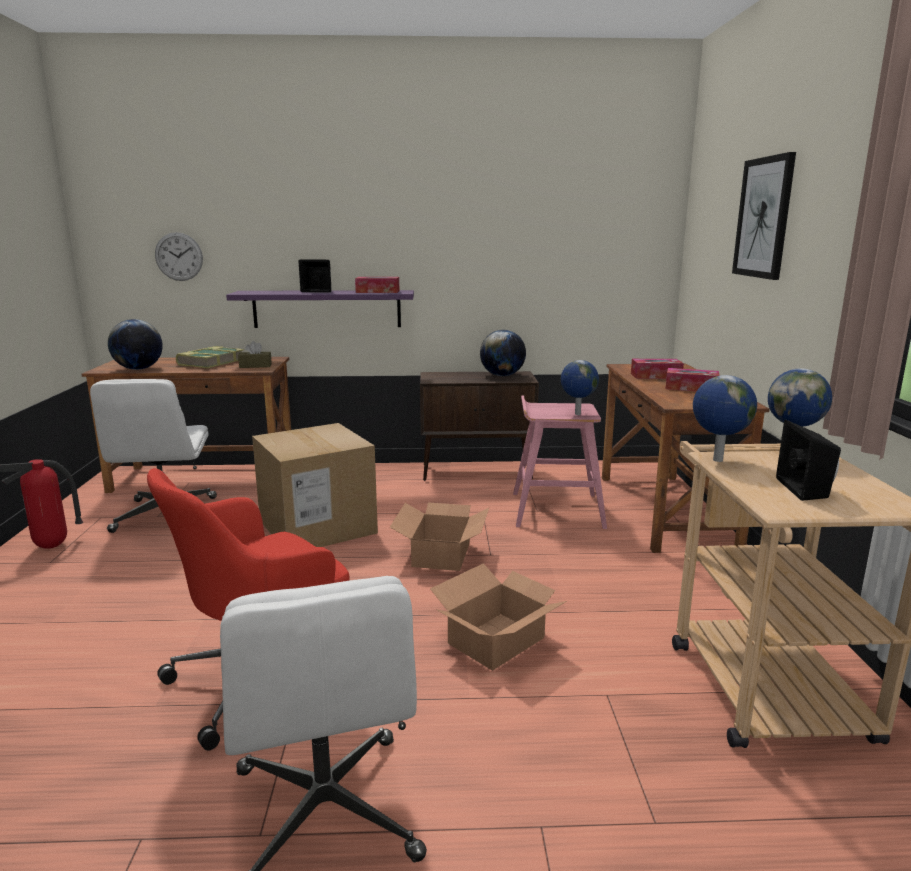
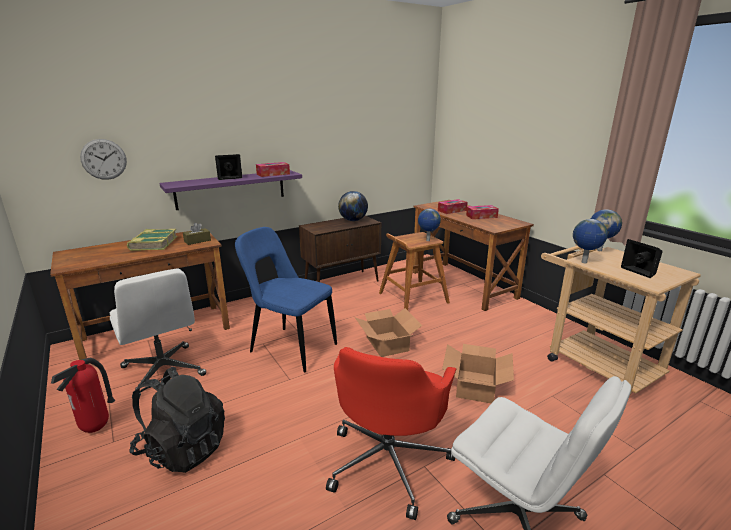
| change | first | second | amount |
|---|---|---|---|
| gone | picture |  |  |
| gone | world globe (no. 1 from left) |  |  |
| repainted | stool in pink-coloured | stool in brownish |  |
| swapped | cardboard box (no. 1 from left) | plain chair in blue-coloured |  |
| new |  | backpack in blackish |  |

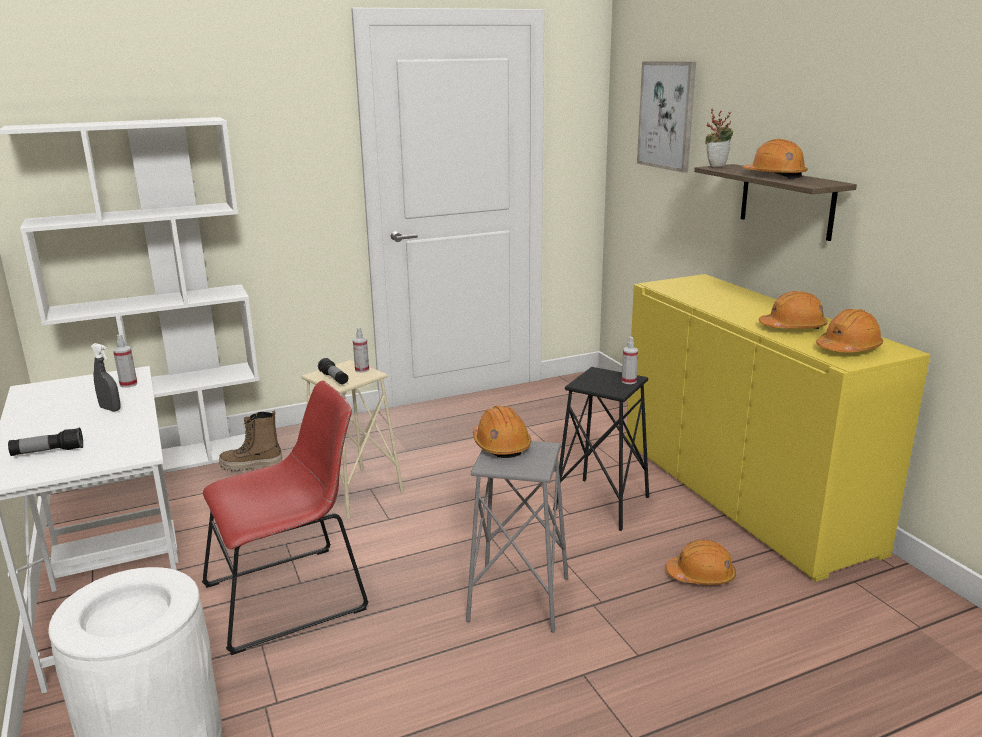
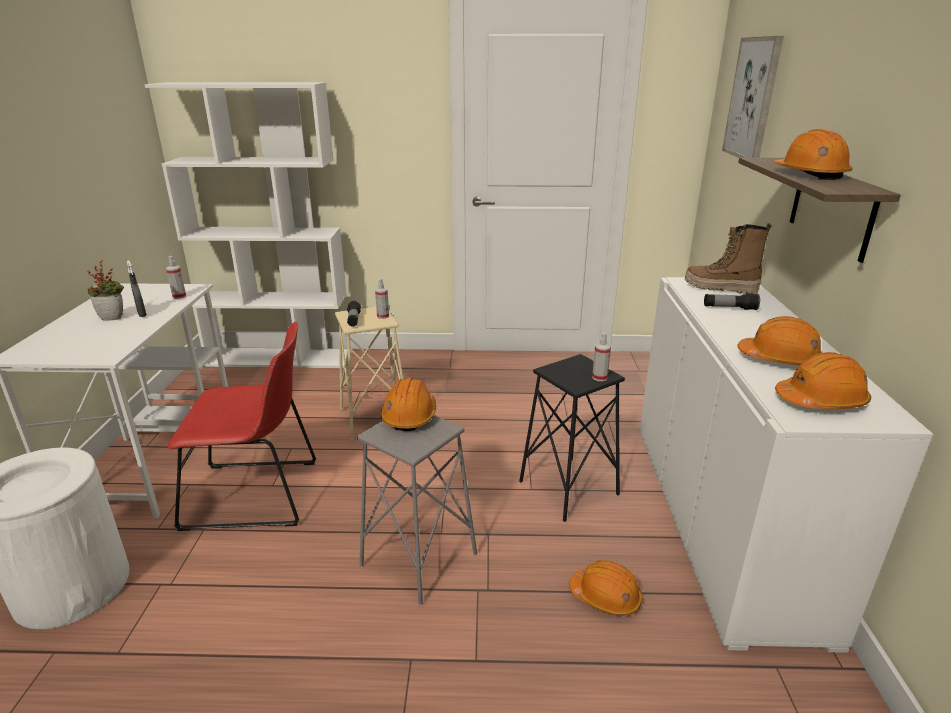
| change | first | second | amount |
|---|---|---|---|
| shifted | potted plant |  |  |
| repainted | cabinet in yellowish | cabinet in whitish |  |
| shifted | tall boot |  |  |
| shifted | torch (no. 1 from left in the first image) | torch (no. 2 from left) |  |

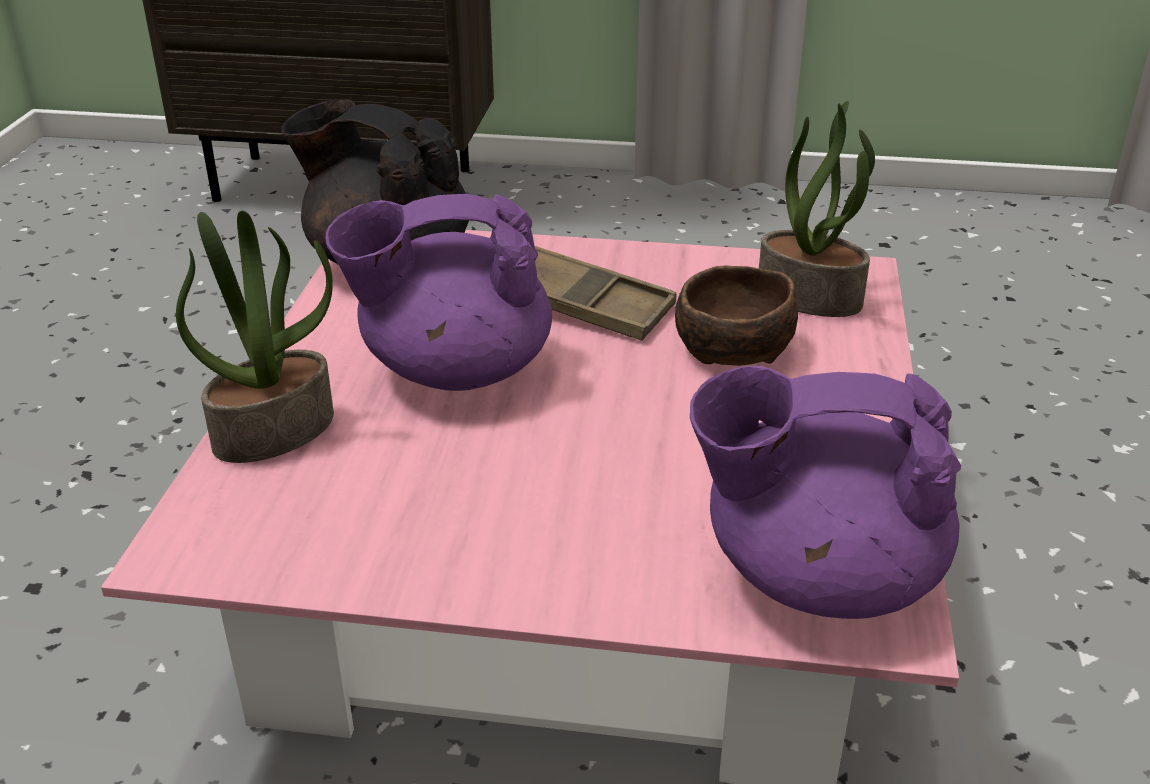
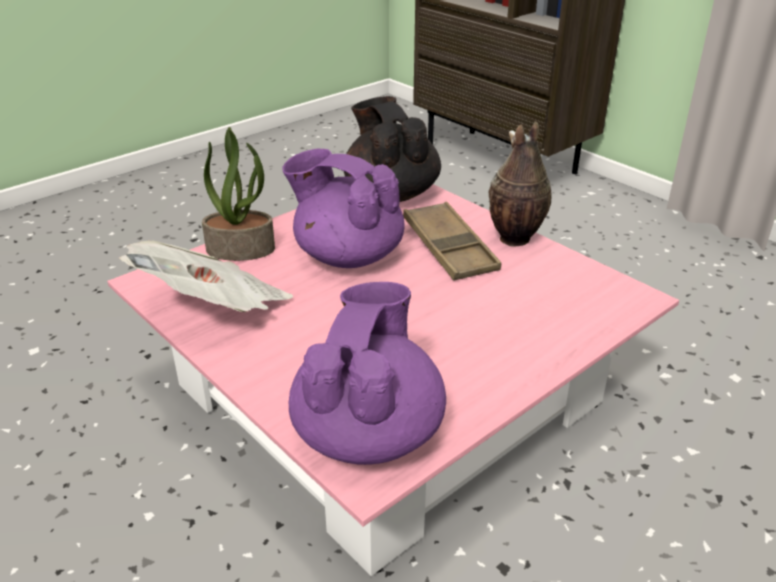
| change | first | second | amount |
|---|---|---|---|
| gone | potted plant (no. 2 from left) |  |  |
| gone | bowl in brownish |  |  |
| rotated | pot for tea in purple-coloured (no. 2 from left) |  | 60 degrees clockwise |
| new |  | vase |  |
| new |  | daily paper |  |

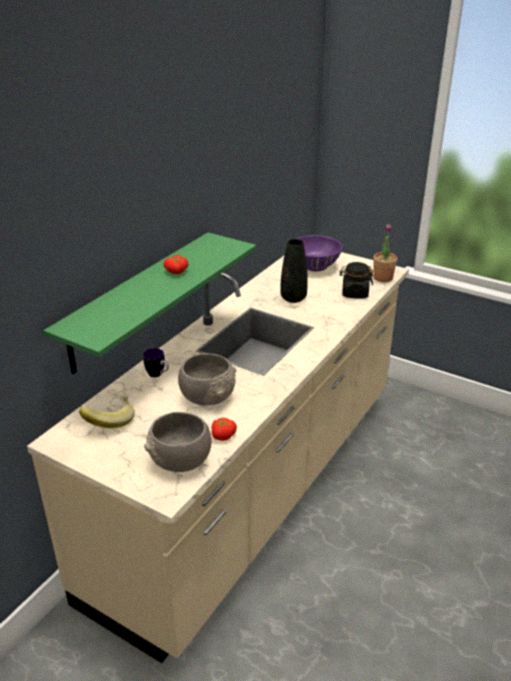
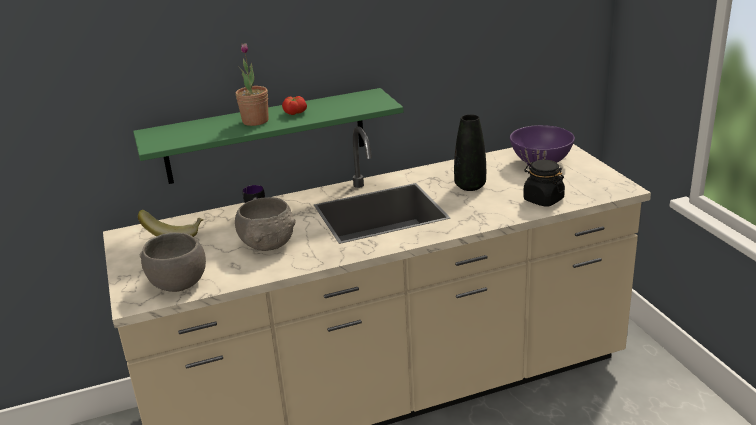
| change | first | second | amount |
|---|---|---|---|
| shifted | potted plant |  |  |
| gone | fresh tomato (no. 2 from left) |  |  |

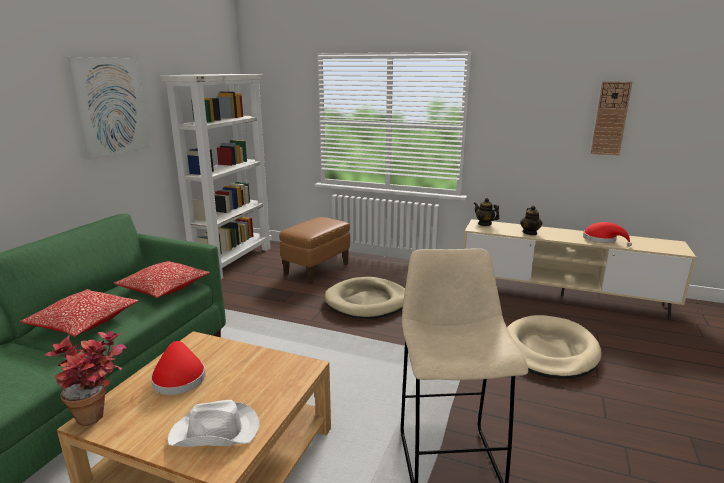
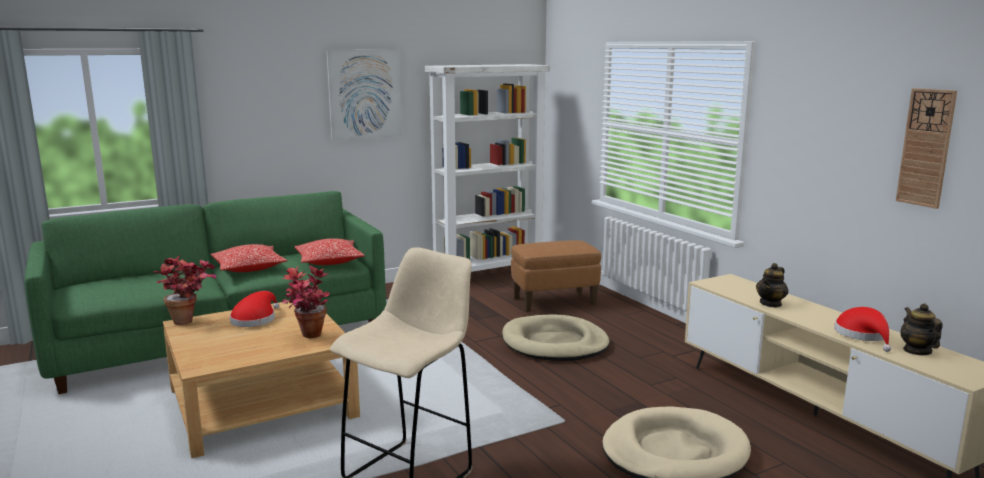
| change | first | second | amount |
|---|---|---|---|
| shifted | pot for tea (no. 1 from left in the first image) | pot for tea (no. 2 from left) |  |
| gone | hat in whitish |  |  |
| new |  | potted plant (no. 2 from left) |  |

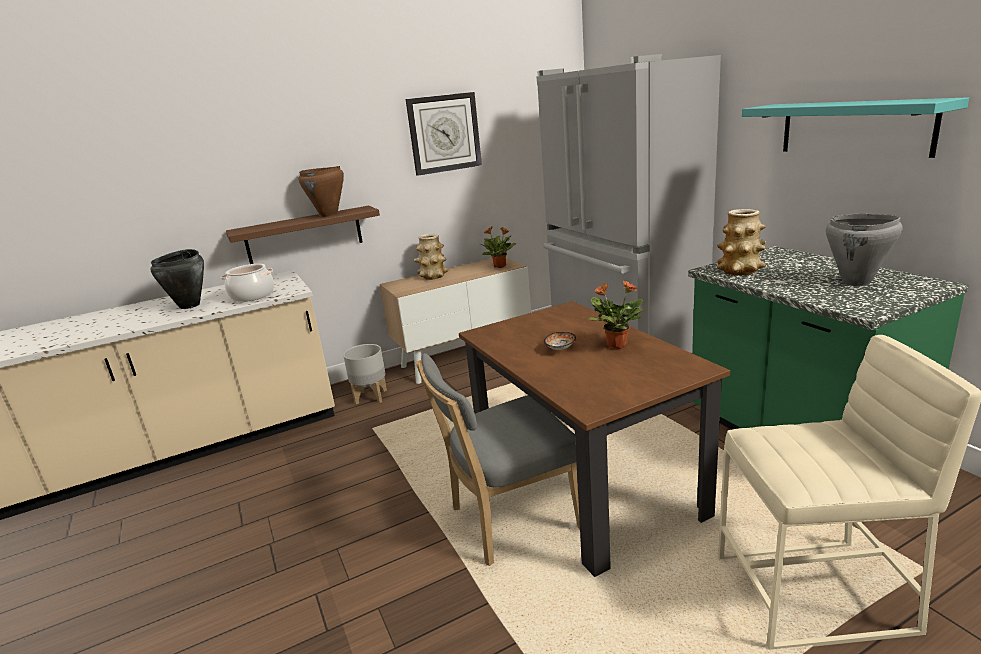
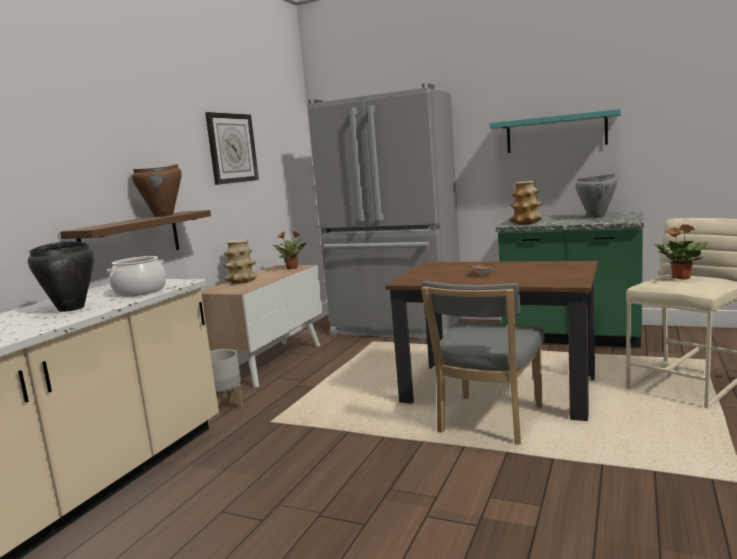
| change | first | second | amount |
|---|---|---|---|
| shifted | potted plant (no. 2 from left) |  |  |

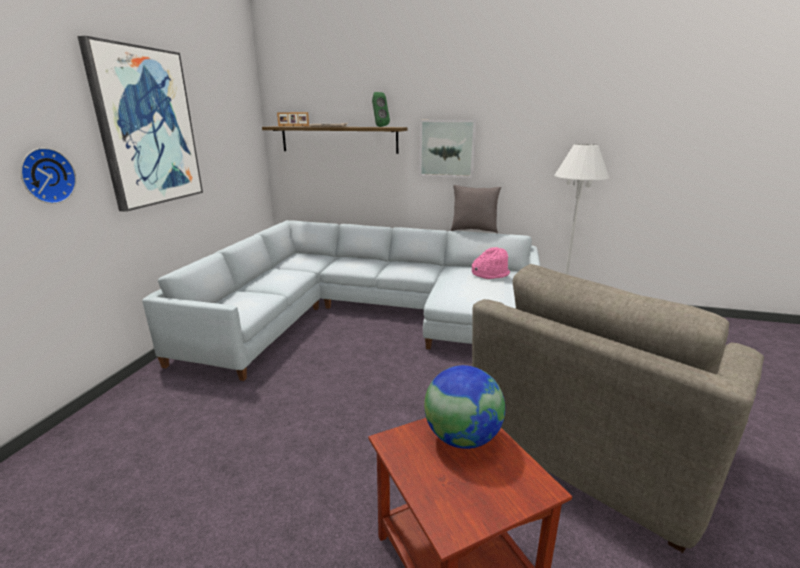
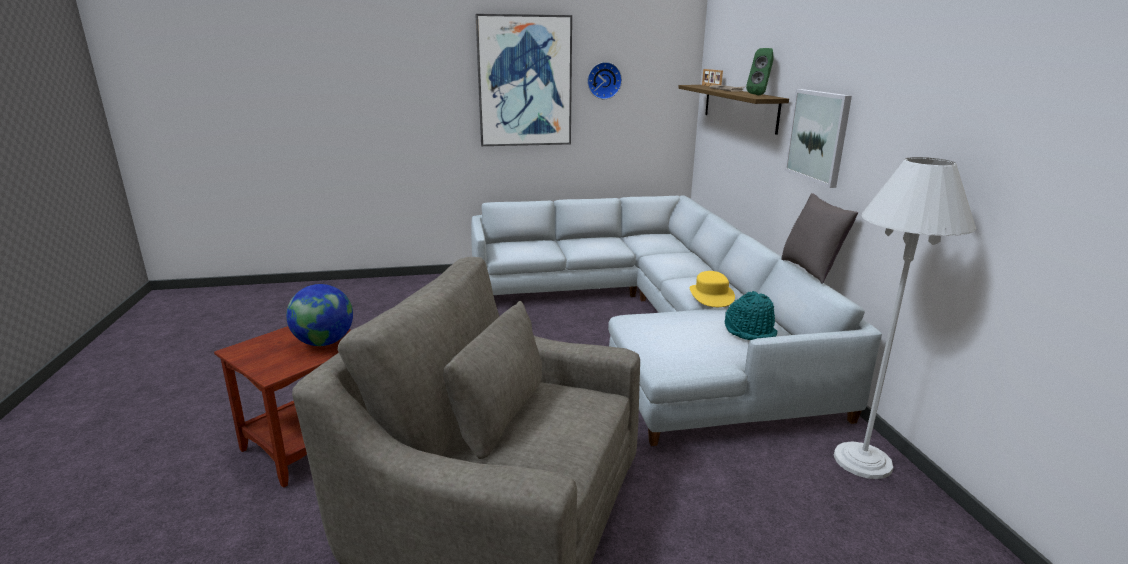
| change | first | second | amount |
|---|---|---|---|
| shifted | wall clock |  |  |
| repainted | hat in pink-coloured | hat in turquoise |  |
| new |  | hat in yellowish |  |

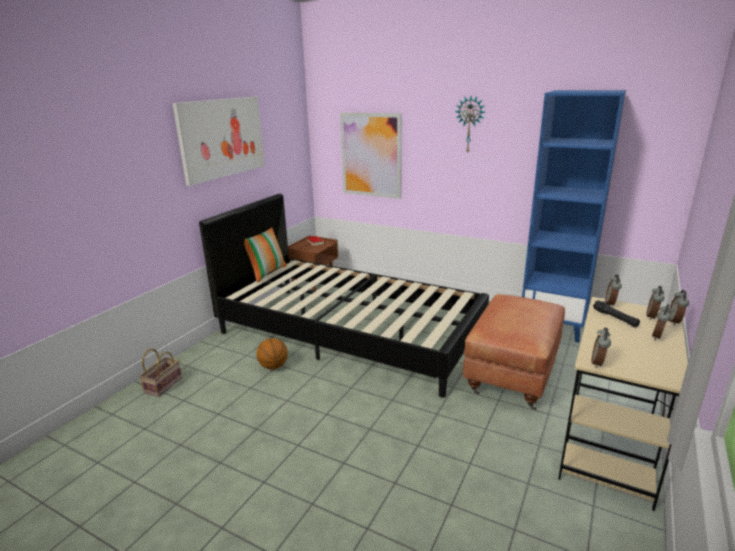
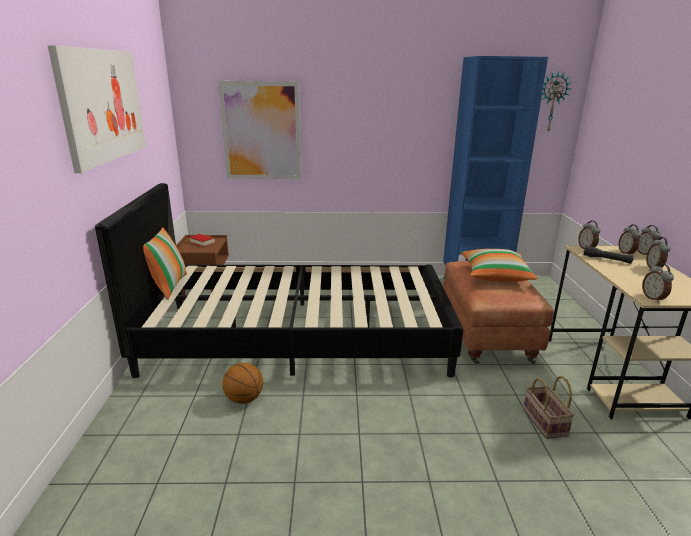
| change | first | second | amount |
|---|---|---|---|
| shifted | wall clock |  |  |
| shifted | household basket |  |  |
| new |  | pillow (no. 2 from left) |  |

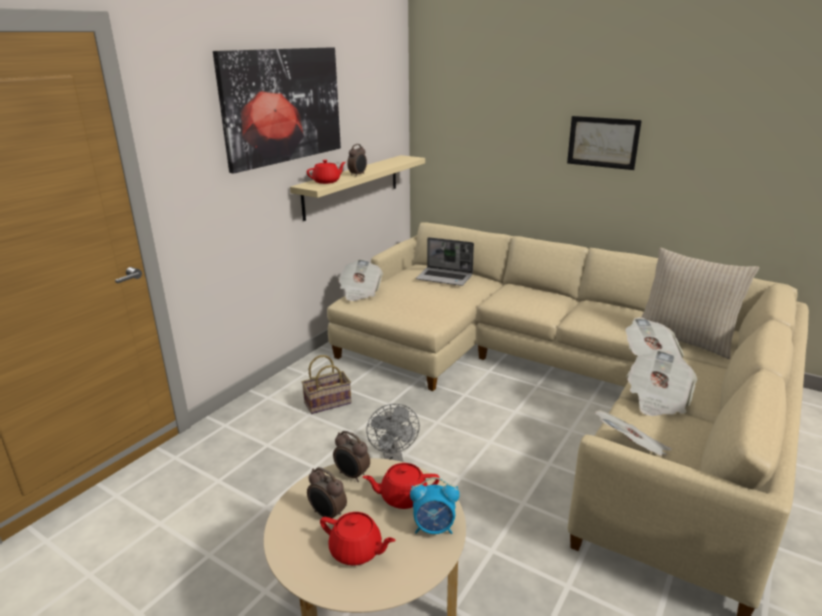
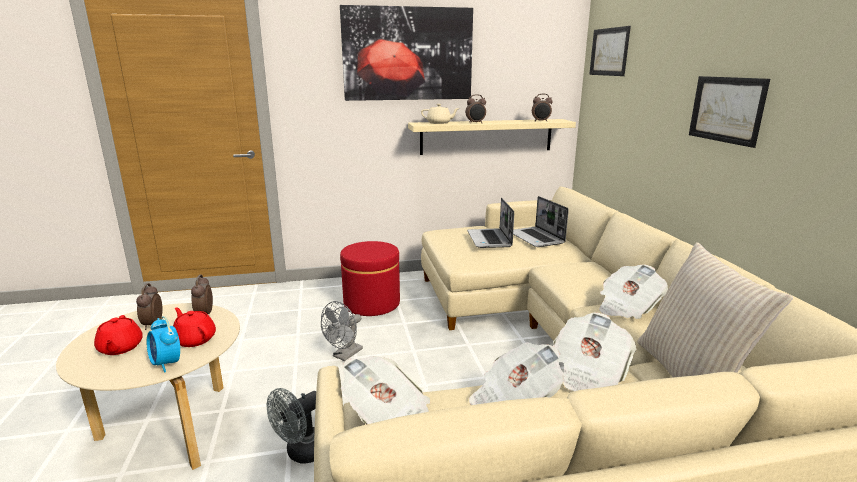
| change | first | second | amount |
|---|---|---|---|
| repainted | pot for tea in red (no. 1 from left) | pot for tea in beige-coloured |  |
| shifted | daily paper (no. 1 from left in the first image) | daily paper (no. 4 from left) |  |
| swapped | household basket | pouffe in red |  |
| new |  | picture (no. 2 from left) |  |
| new |  | bedside clock (no. 5 from left) |  |
| new |  | laptop (no. 1 from left) |  |
| new |  | cooling fan in grey (no. 1 from left) |  |

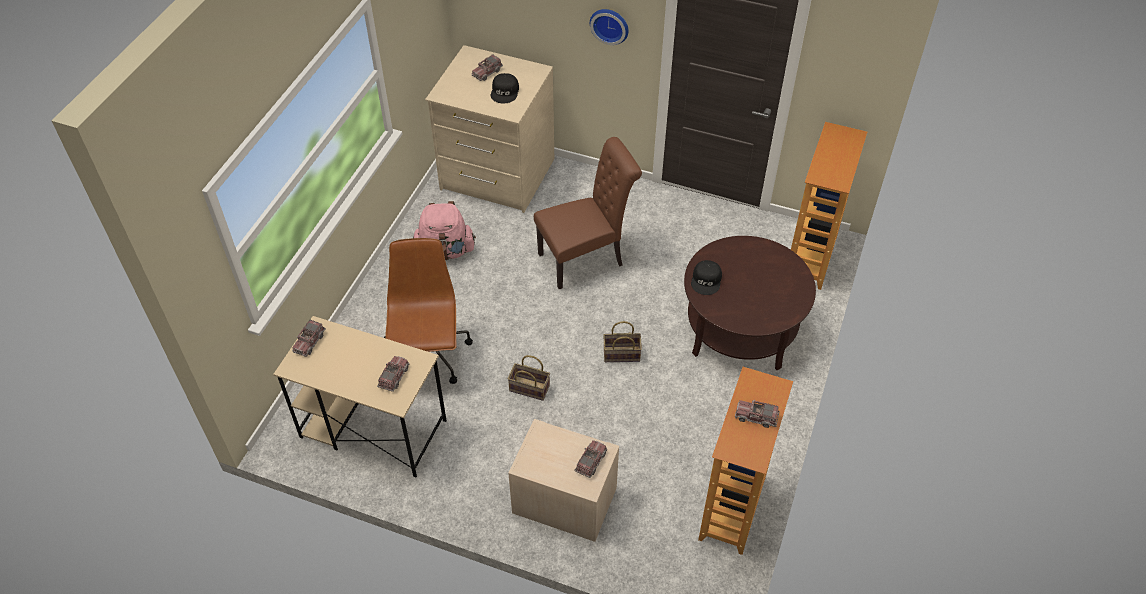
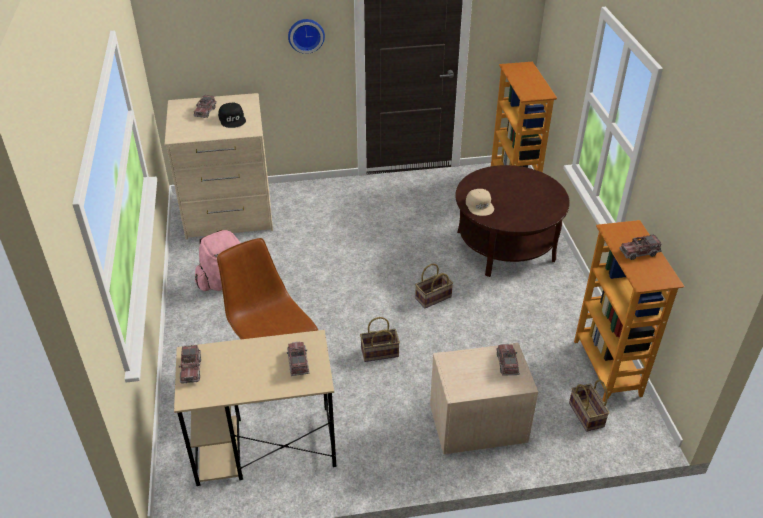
| change | first | second | amount |
|---|---|---|---|
| gone | plain chair in brownish |  |  |
| repainted | peaked cap in blackish (no. 2 from left) | peaked cap in beige-coloured |  |
| new |  | household basket (no. 3 from left) |  |

